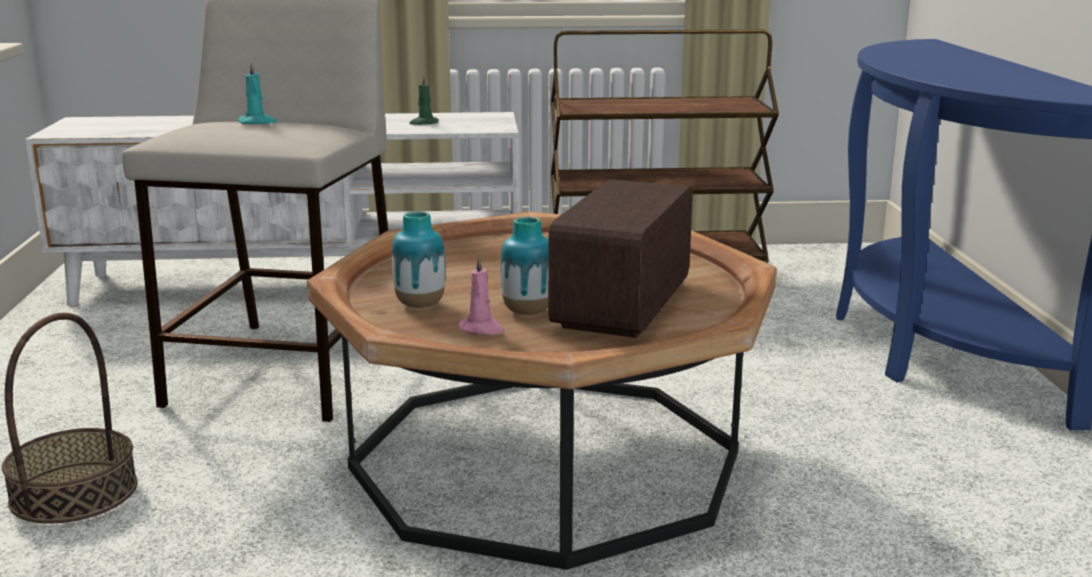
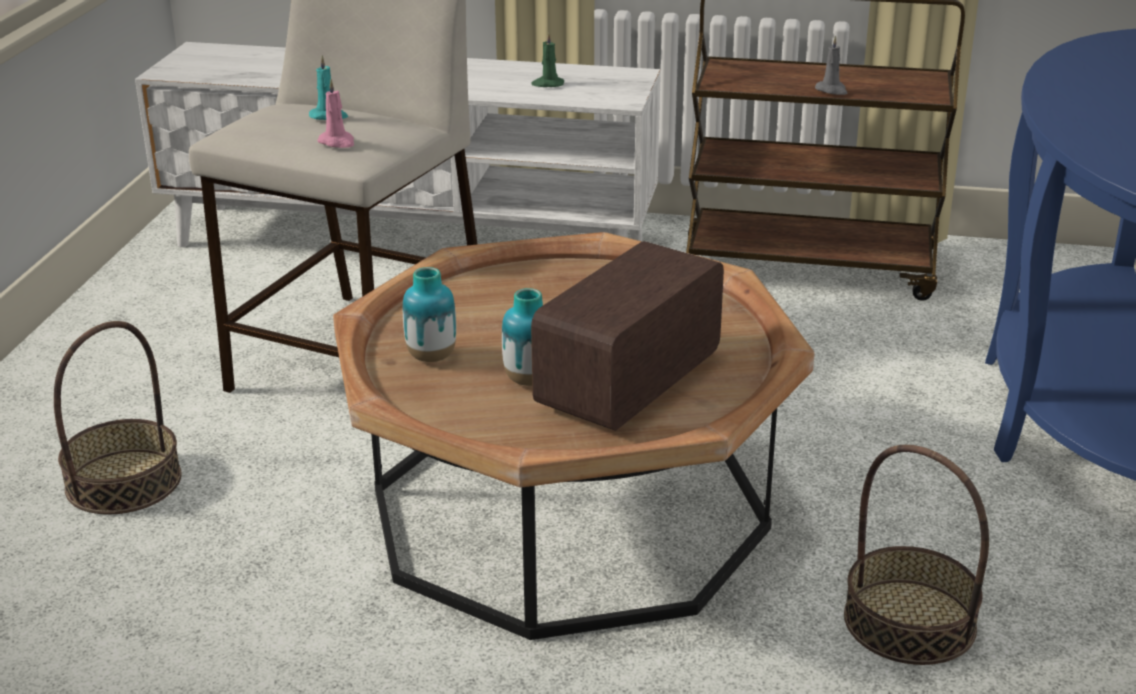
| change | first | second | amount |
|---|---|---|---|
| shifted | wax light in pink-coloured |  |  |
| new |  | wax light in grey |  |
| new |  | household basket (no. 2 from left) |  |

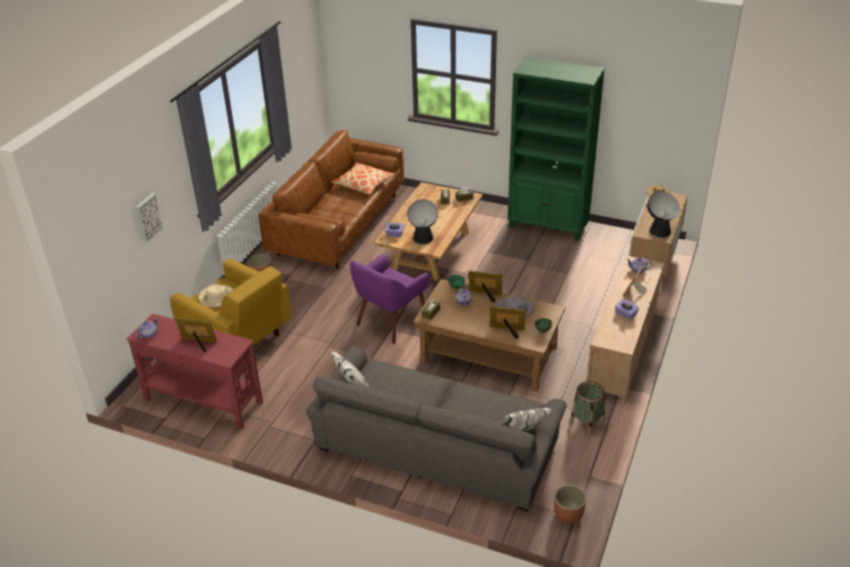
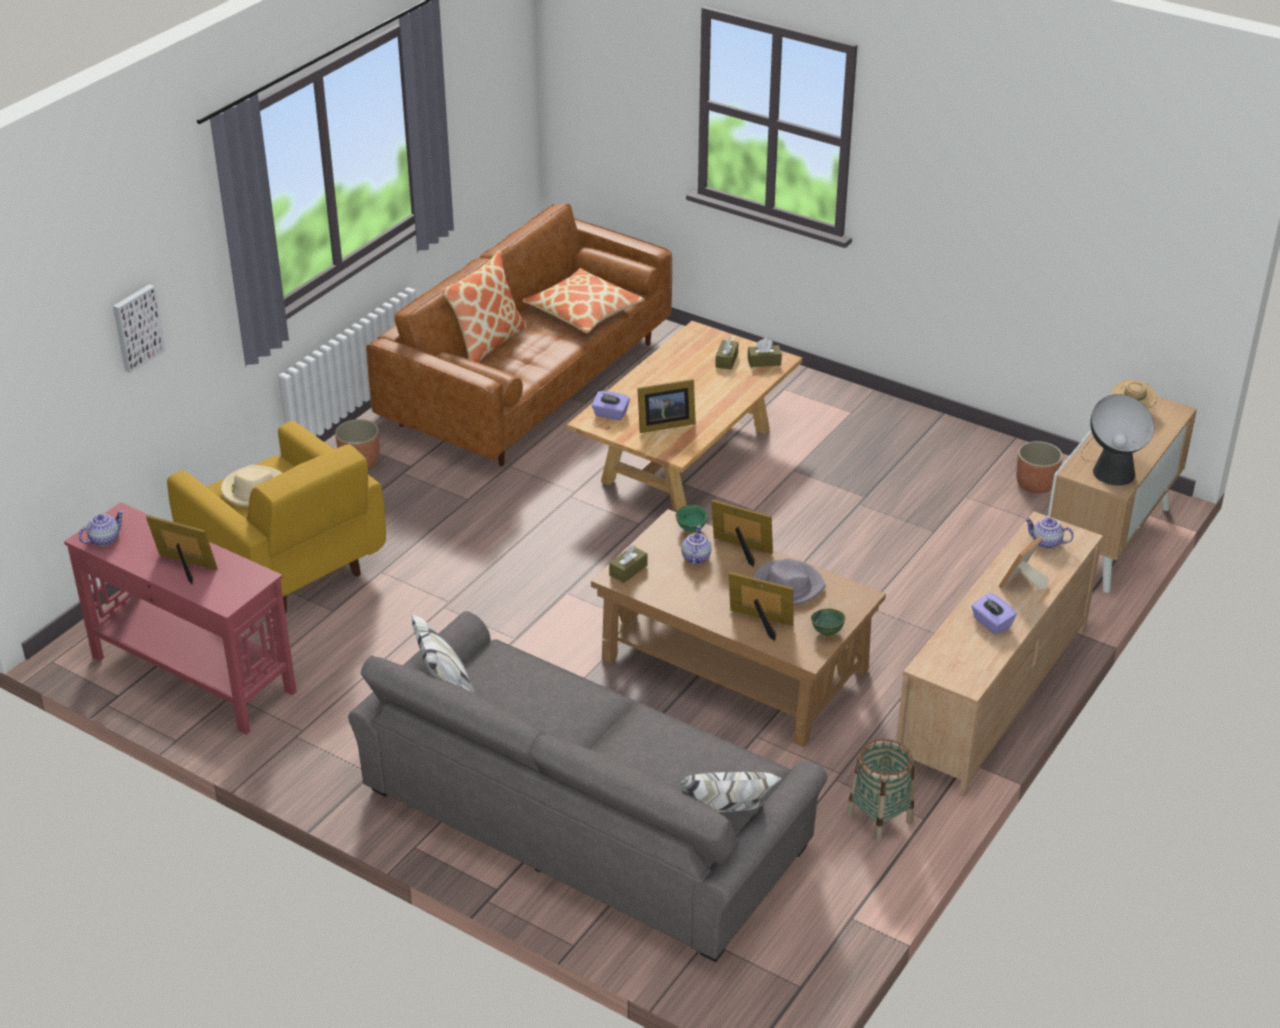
| change | first | second | amount |
|---|---|---|---|
| gone | bookcase in green |  |  |
| swapped | table lamp (no. 1 from left) | standing frame (no. 2 from left) |  |
| gone | easy chair in purple-coloured |  |  |
| shifted | plant pot (no. 2 from left) |  |  |
| new |  | pillow (no. 1 from left) |  |

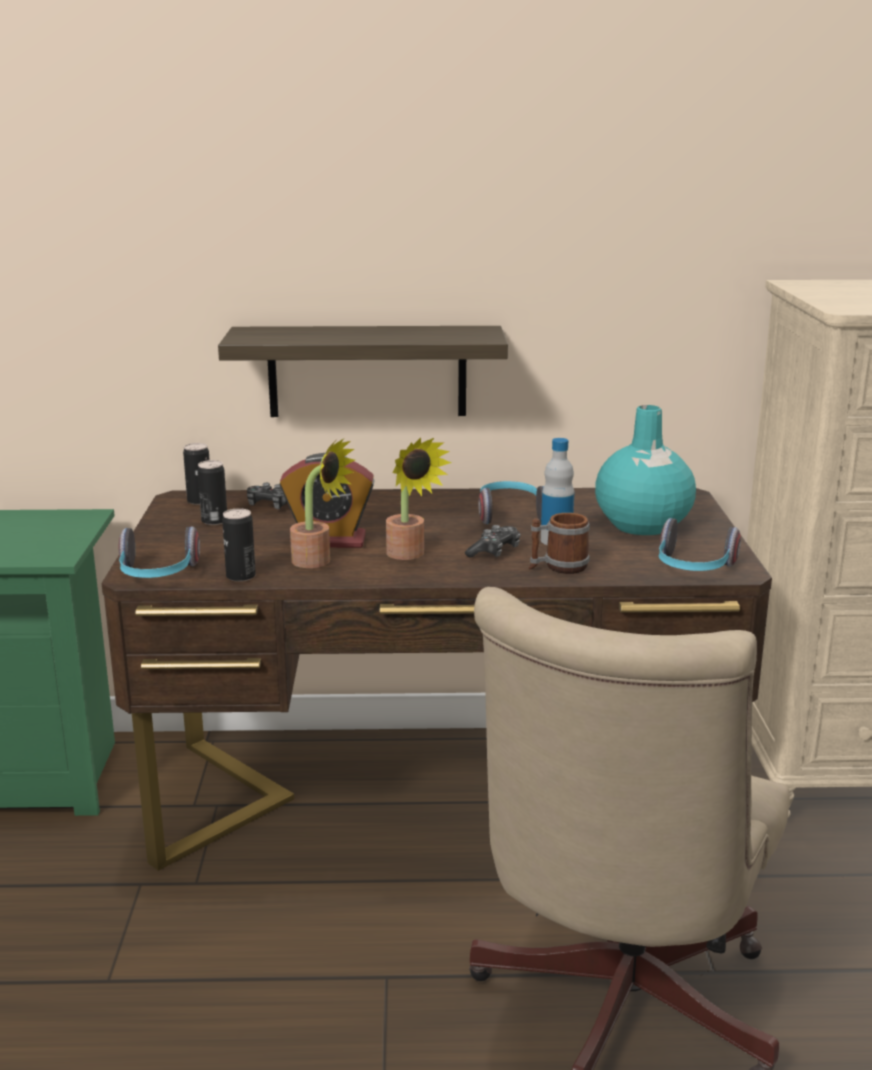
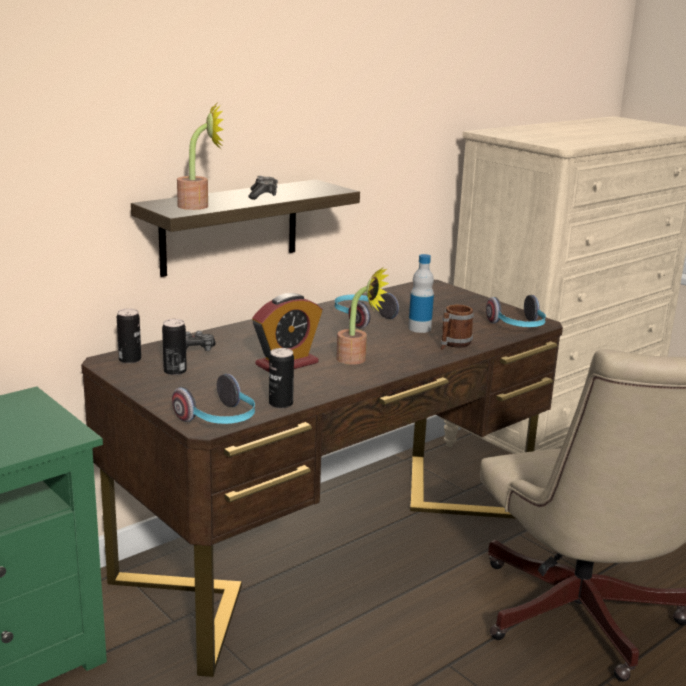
| change | first | second | amount |
|---|---|---|---|
| gone | vase in turquoise |  |  |
| shifted | potted plant (no. 1 from left) |  |  |
| shifted | gamepad (no. 2 from left) |  |  |

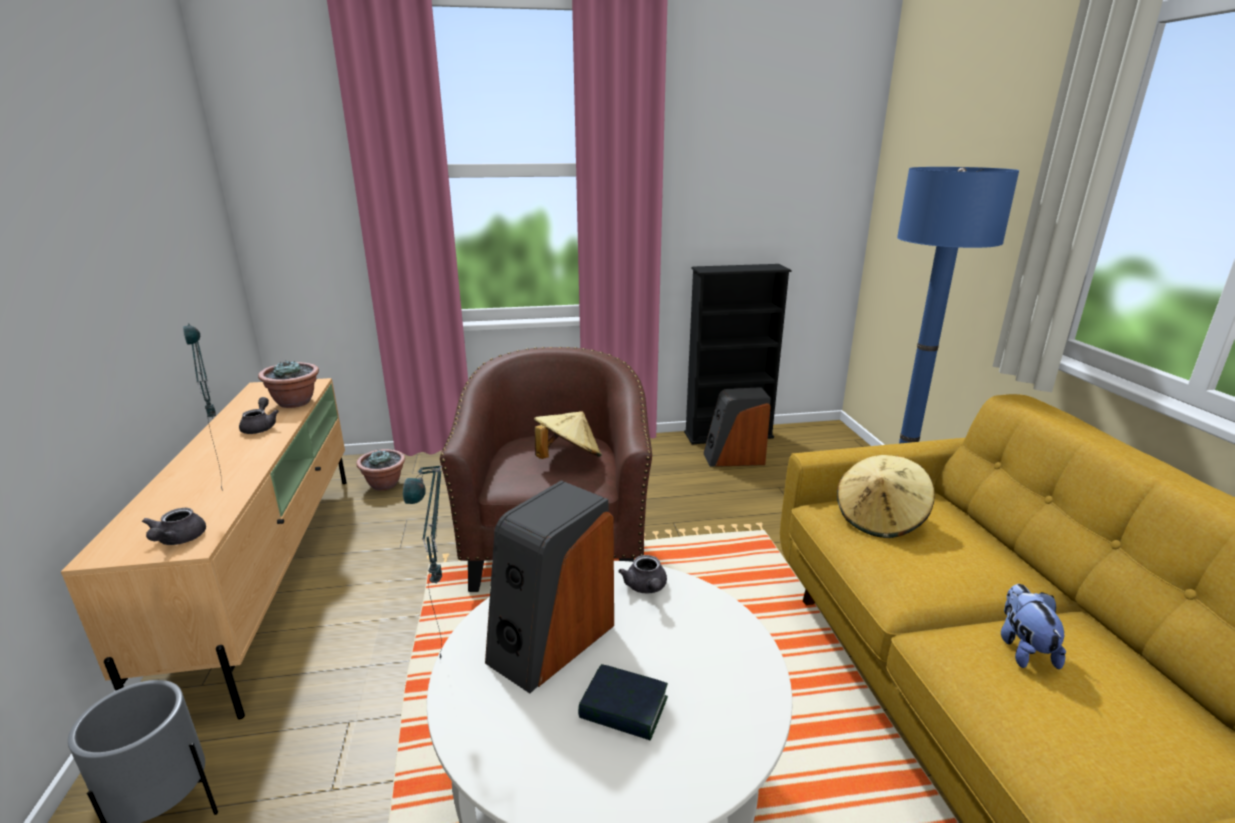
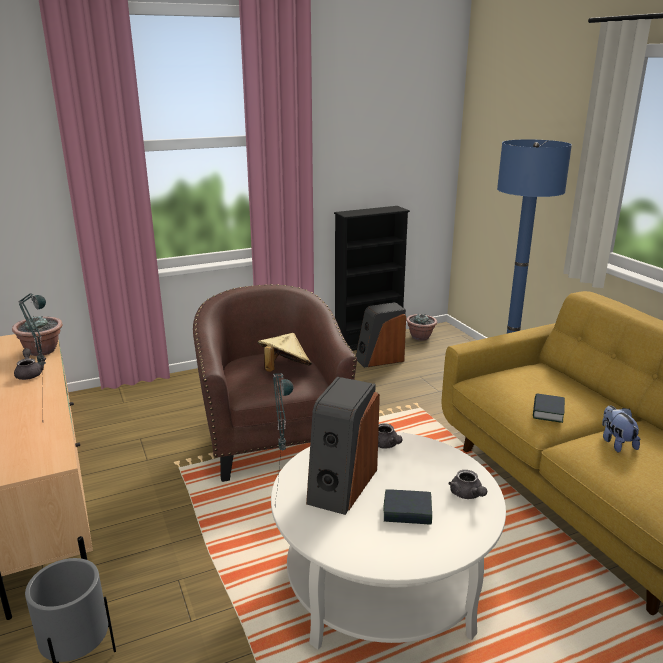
| change | first | second | amount |
|---|---|---|---|
| shifted | potted plant (no. 2 from left) |  |  |
| gone | hat in beige-coloured (no. 2 from left) |  |  |
| shifted | pot for tea in grey (no. 1 from left in the first image) | pot for tea in grey (no. 3 from left) |  |
| new |  | volume (no. 2 from left) |  |

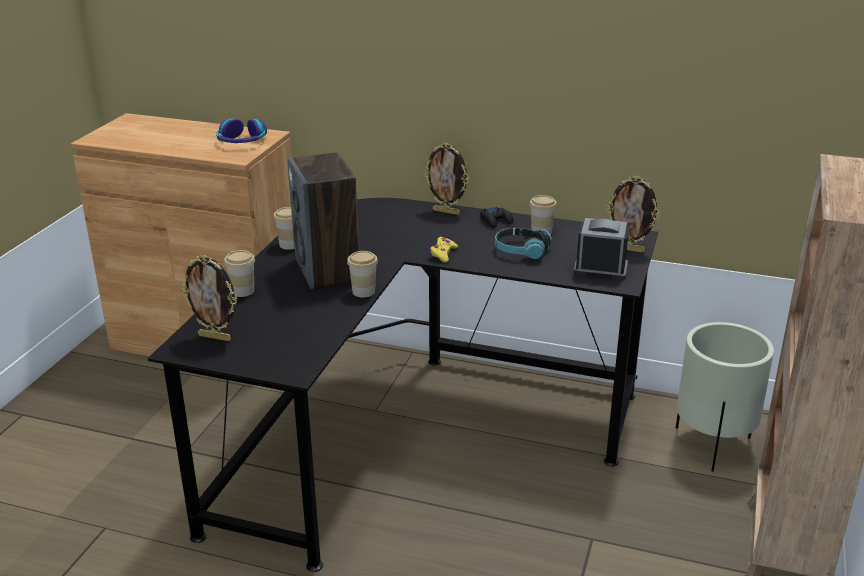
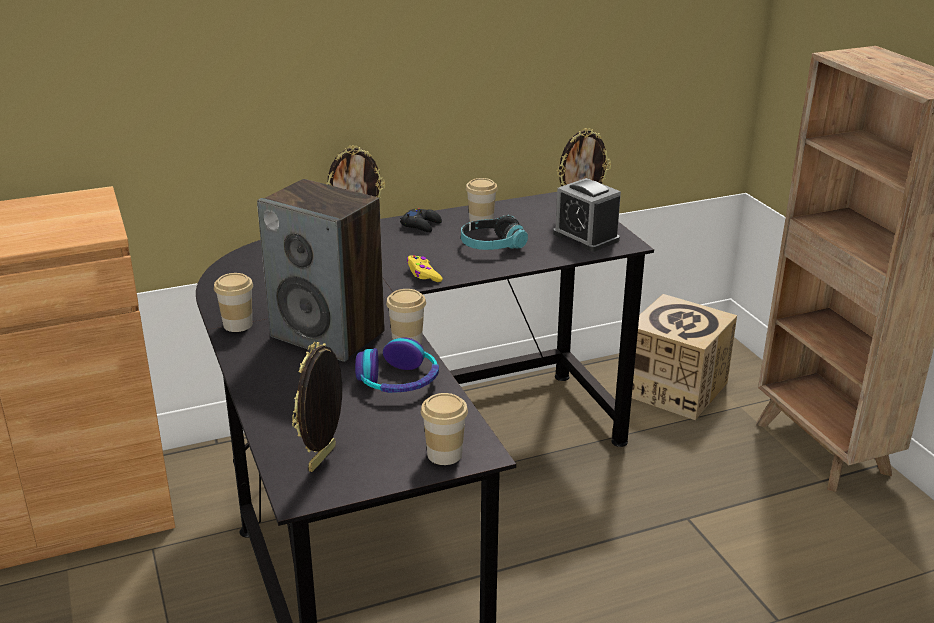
| change | first | second | amount |
|---|---|---|---|
| shifted | headphones (no. 1 from left) |  |  |
| rotated | bedside clock |  | 105 degrees counterclockwise |
| shifted | drinking cup (no. 1 from left in the first image) | drinking cup (no. 3 from left) |  |
| rotated | standing frame (no. 1 from left) |  | 135 degrees clockwise |
| swapped | plant pot in beige-coloured | cardboard box |  |

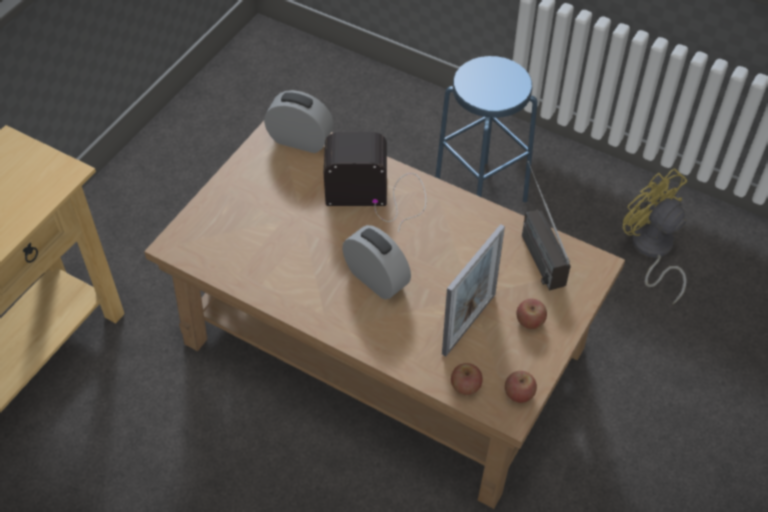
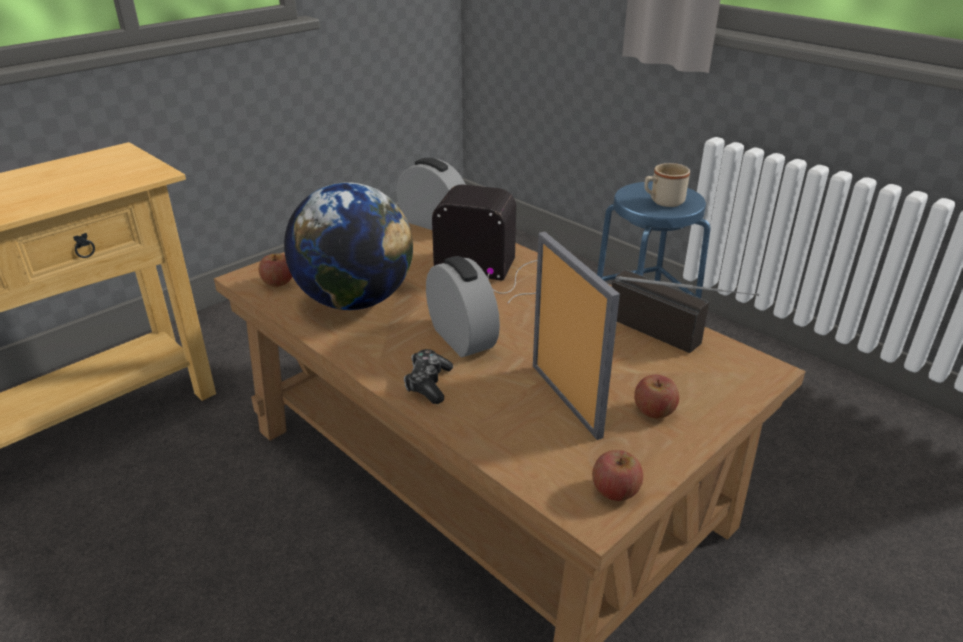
| change | first | second | amount |
|---|---|---|---|
| rotated | radio set (no. 2 from left) |  | 135 degrees clockwise |
| gone | cooling fan in yellowish |  |  |
| rotated | standing frame |  | 75 degrees counterclockwise |
| shifted | apple fruit (no. 1 from left) |  |  |
| new |  | mug in beige-coloured |  |
| new |  | world globe |  |
| new |  | gamepad |  |

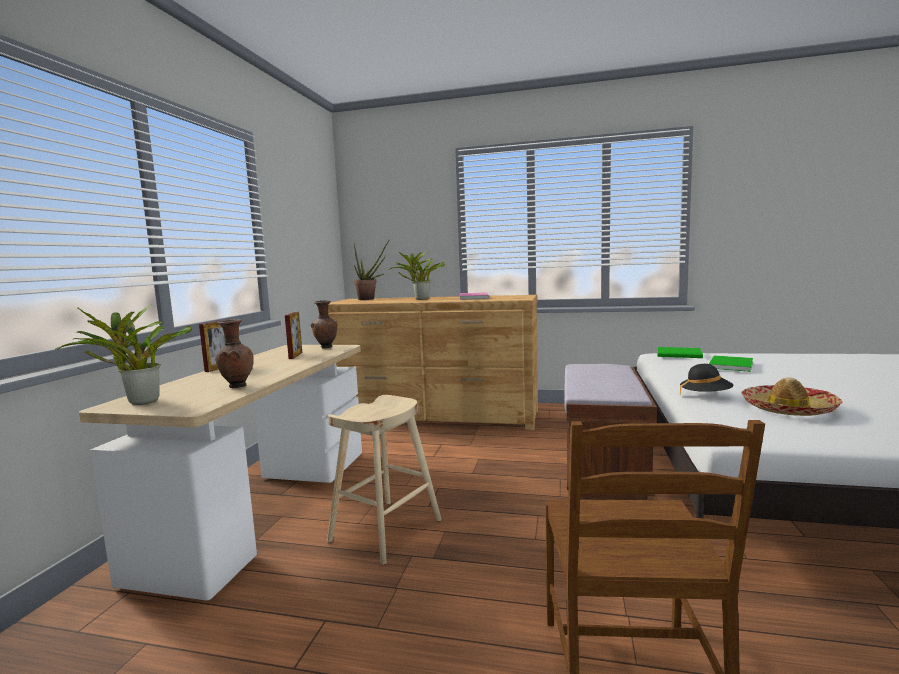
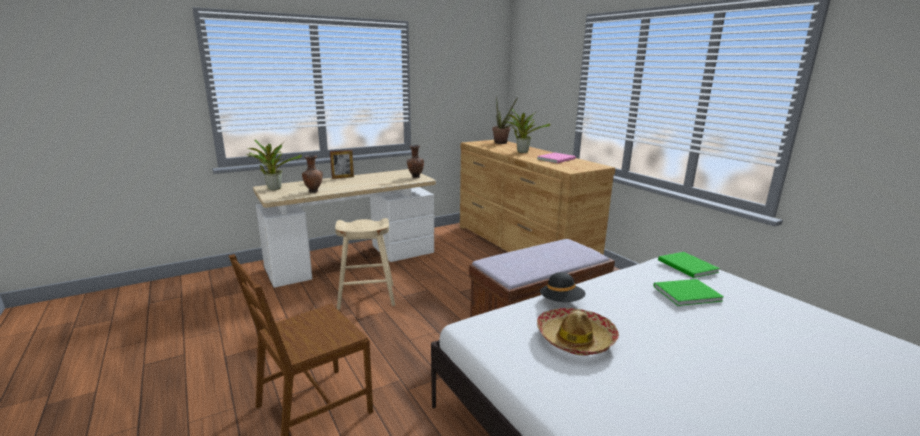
| change | first | second | amount |
|---|---|---|---|
| gone | standing frame (no. 2 from left) |  |  |

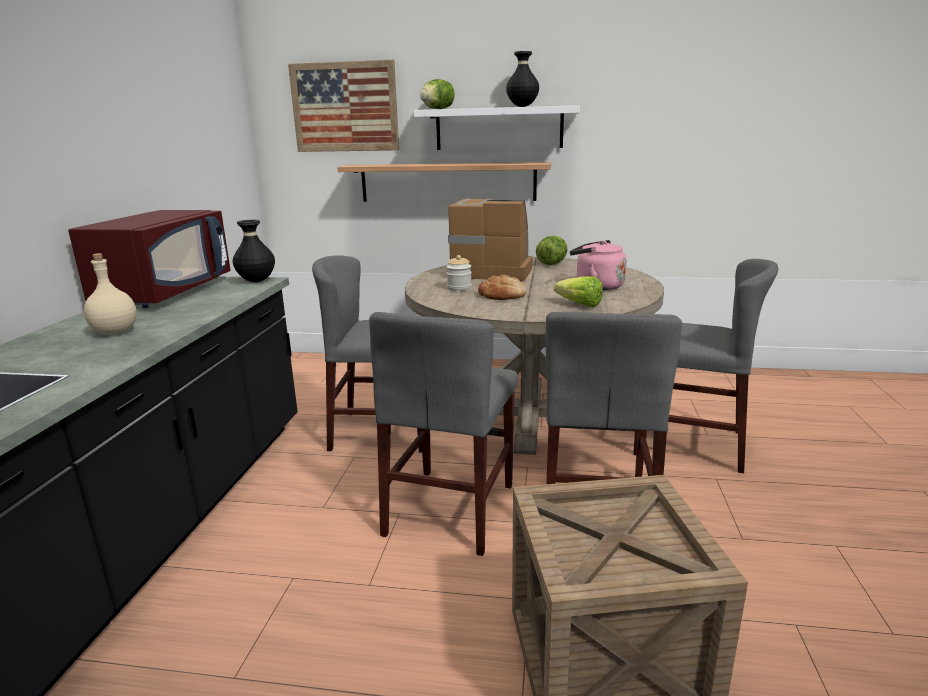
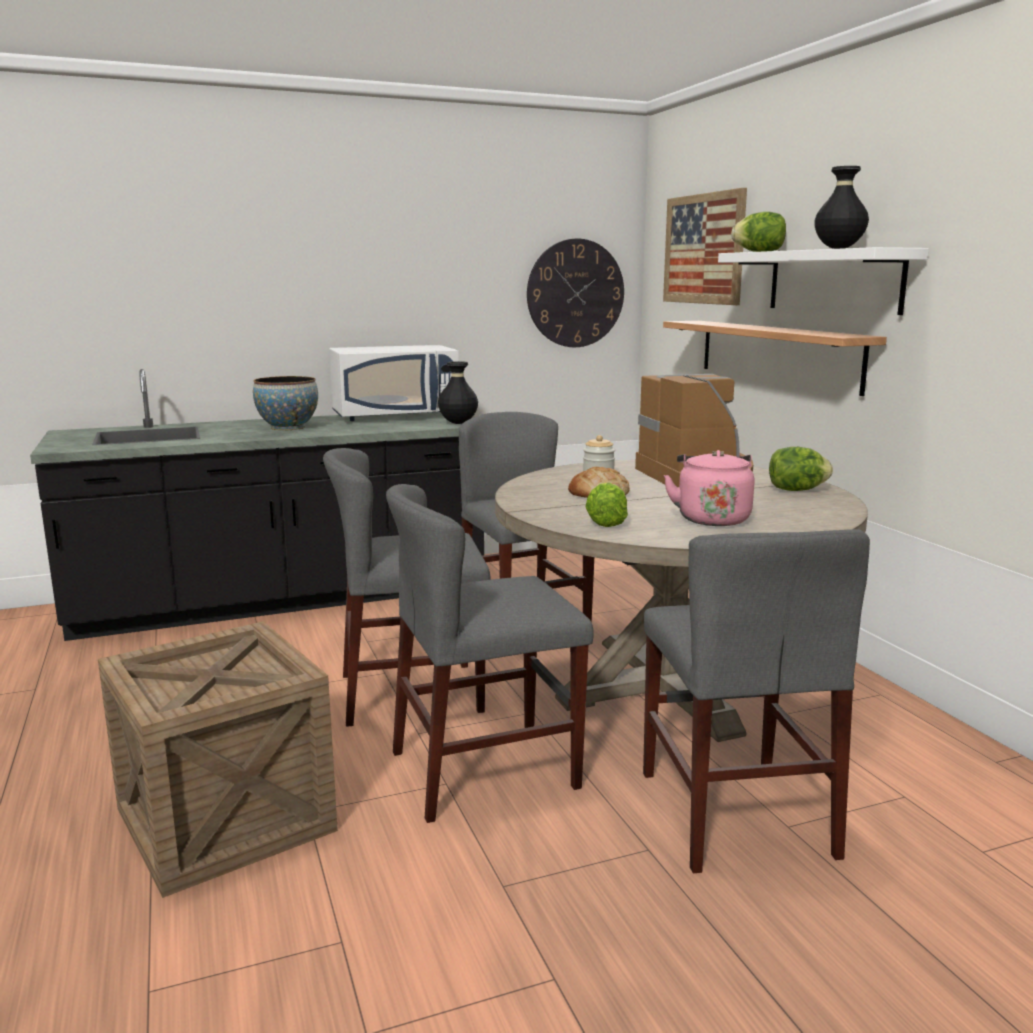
| change | first | second | amount |
|---|---|---|---|
| repainted | kitchen microwave in red | kitchen microwave in whitish |  |
| swapped | beverage bottle in beige-coloured | bowl |  |
| new |  | wall clock |  |

